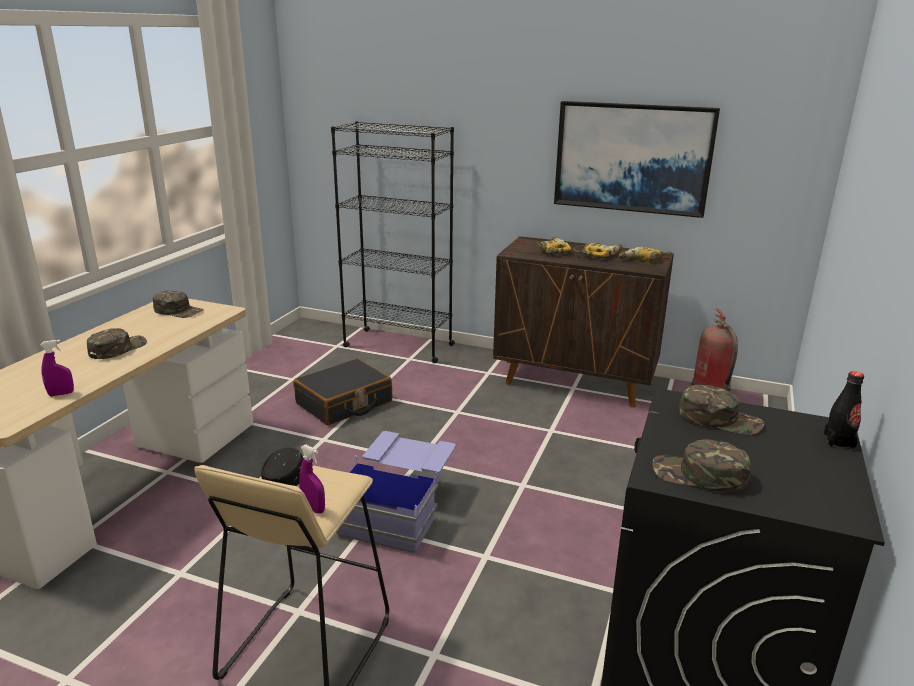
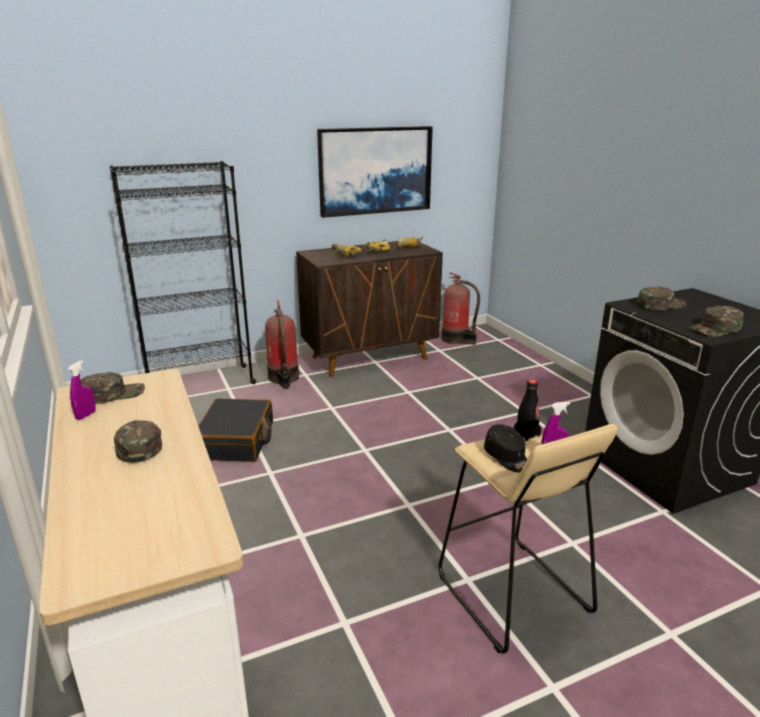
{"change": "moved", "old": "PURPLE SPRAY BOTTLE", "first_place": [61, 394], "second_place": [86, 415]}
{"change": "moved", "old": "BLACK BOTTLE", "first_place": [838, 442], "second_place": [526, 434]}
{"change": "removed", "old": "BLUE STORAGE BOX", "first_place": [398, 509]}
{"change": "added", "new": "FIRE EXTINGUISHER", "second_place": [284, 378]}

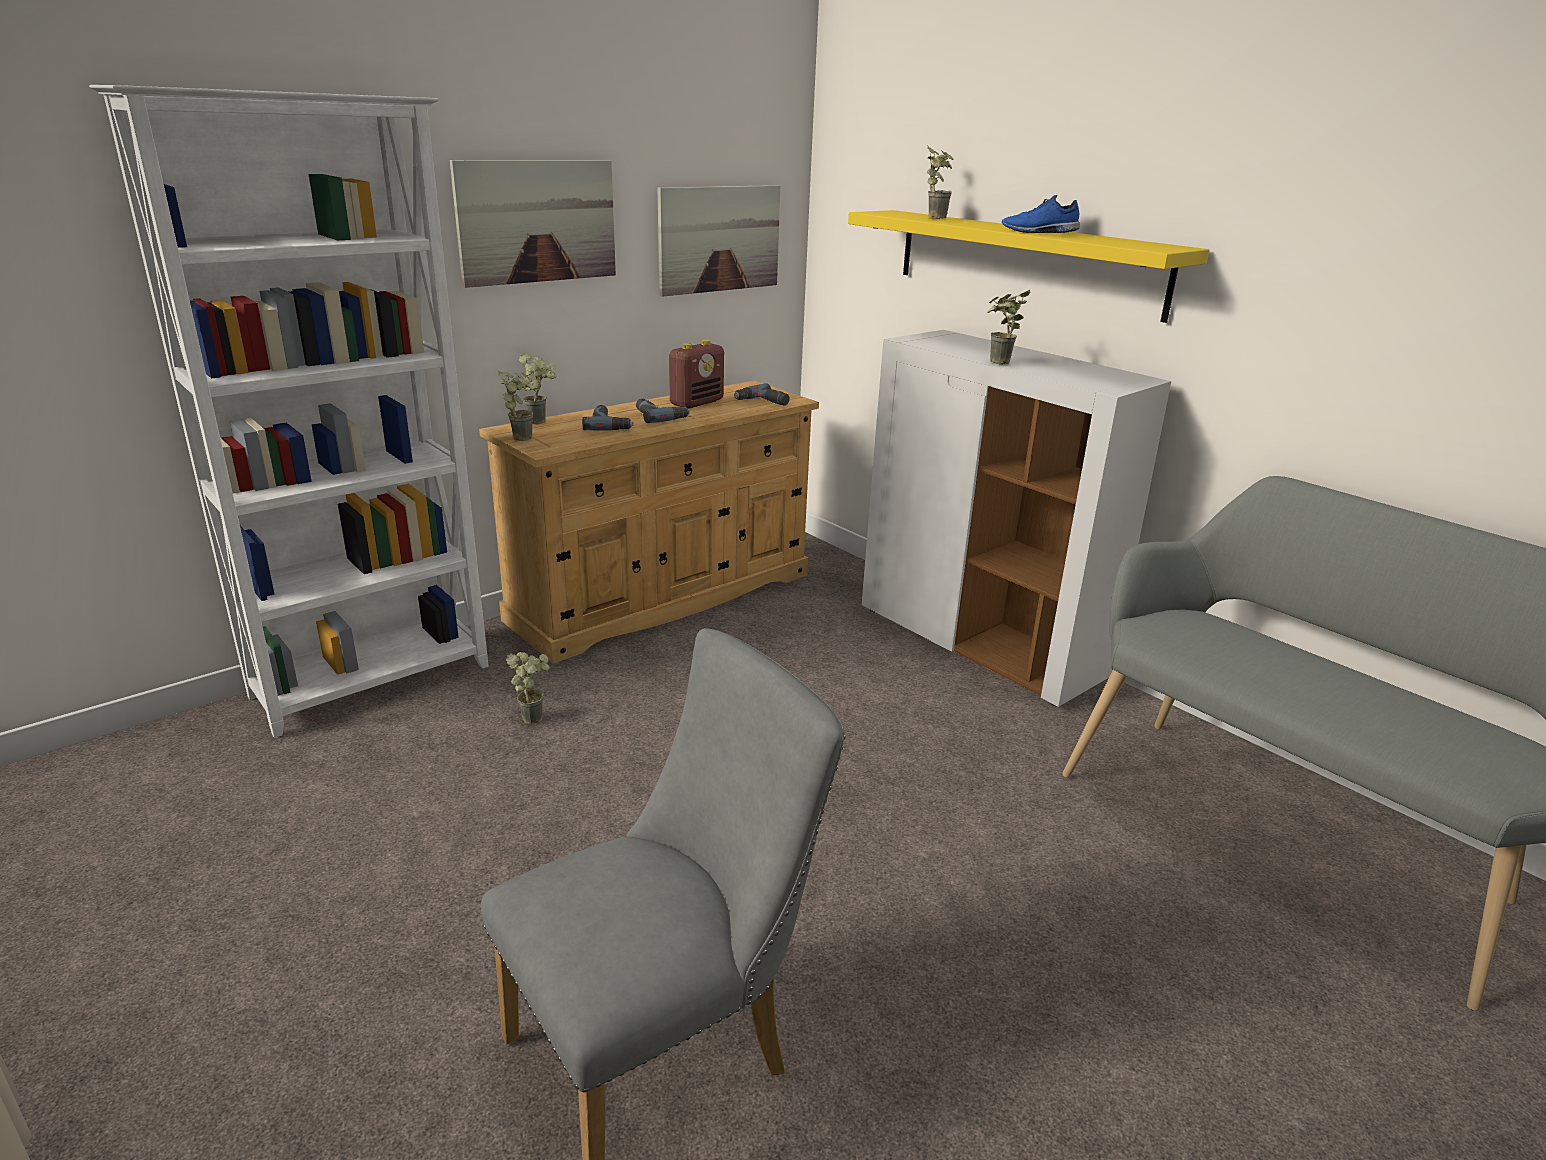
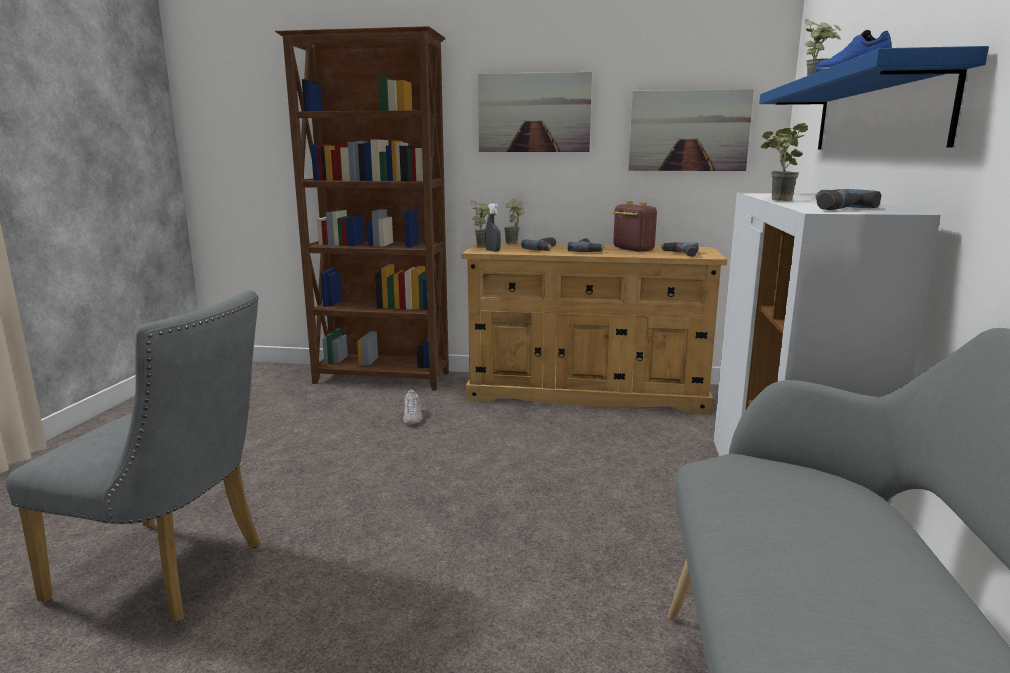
{"change": "recoloured", "old": "WHITE BOOKCASE", "new": "BROWN BOOKCASE", "first_place": [375, 681], "second_place": [382, 379]}
{"change": "recoloured", "old": "YELLOW SHELF", "new": "BLUE SHELF", "first_place": [1026, 262], "second_place": [875, 112]}
{"change": "turned", "old": "RADIO", "first_place": [697, 403], "second_place": [632, 249], "degrees": -120}
{"change": "replaced", "old": "POTTED PLANT", "new": "WHITE SHOE", "first_place": [534, 716], "second_place": [412, 417]}
{"change": "added", "new": "POWER DRILL", "second_place": [830, 208]}
{"change": "added", "new": "GREY SPRAY BOTTLE", "second_place": [493, 251]}

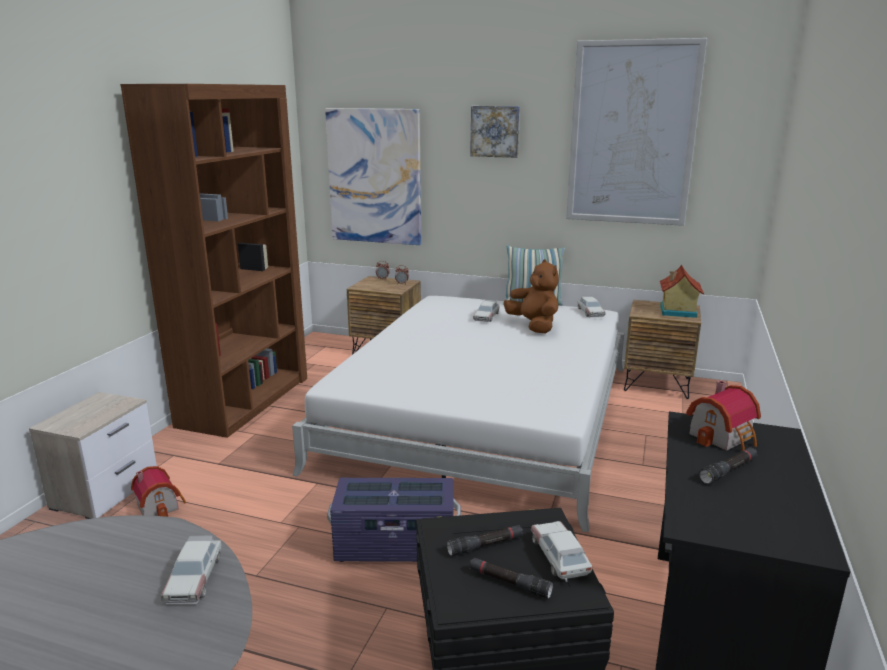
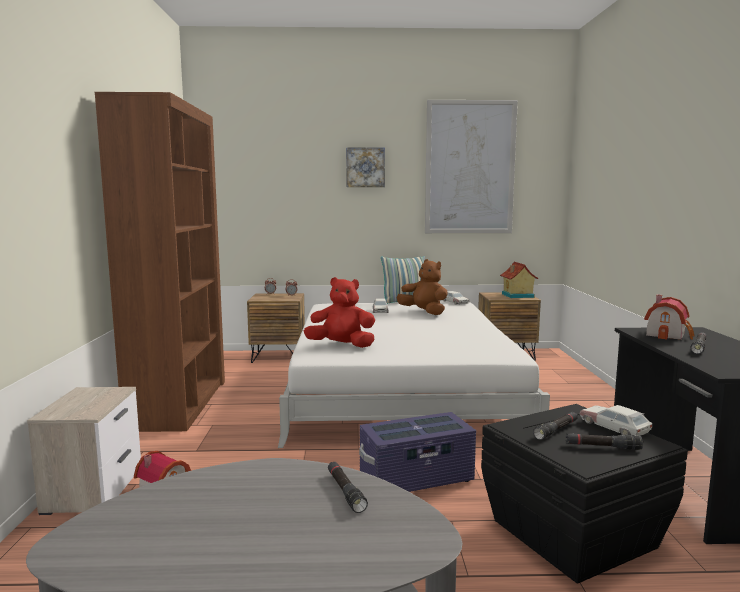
{"change": "removed", "old": "PICTURE", "first_place": [374, 177]}
{"change": "replaced", "old": "TOY CAR", "new": "BLACK FLASHLIGHT", "first_place": [194, 577], "second_place": [345, 492]}
{"change": "added", "new": "RED PLUSH TOY", "second_place": [342, 346]}

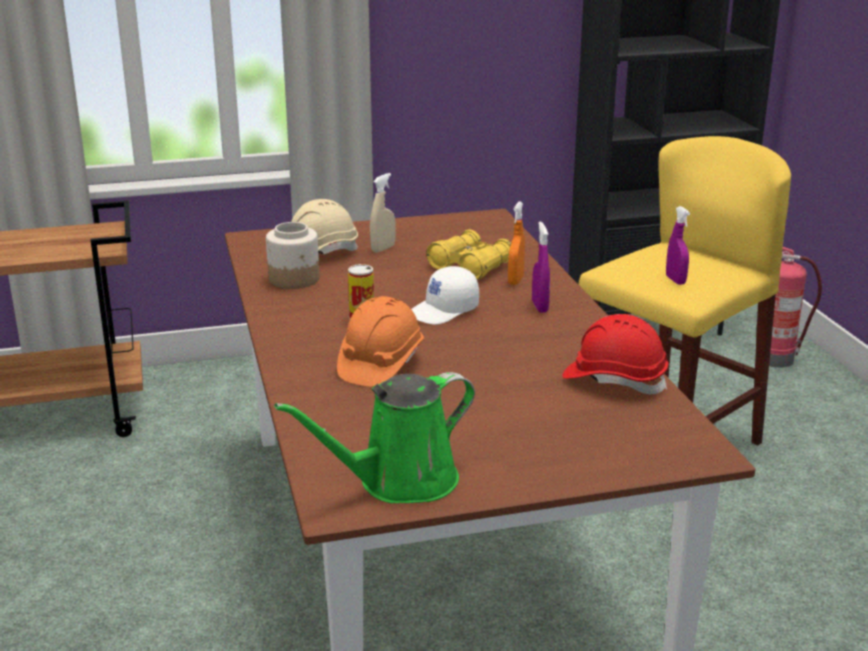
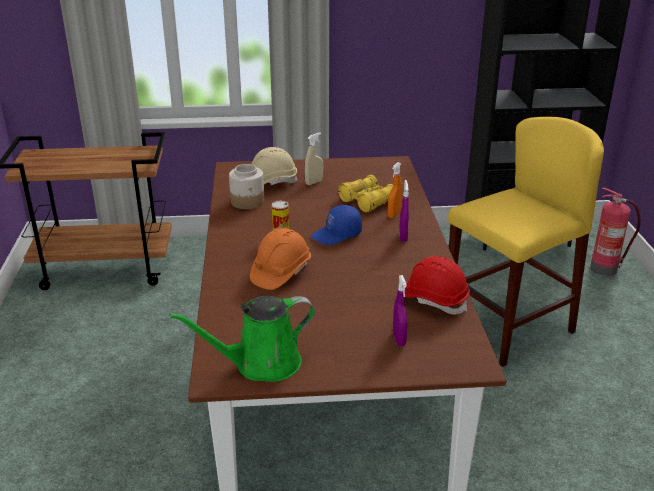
{"change": "moved", "old": "PURPLE SPRAY BOTTLE", "first_place": [675, 280], "second_place": [399, 339]}
{"change": "recoloured", "old": "WHITE CAP", "new": "BLUE CAP", "first_place": [444, 311], "second_place": [337, 235]}

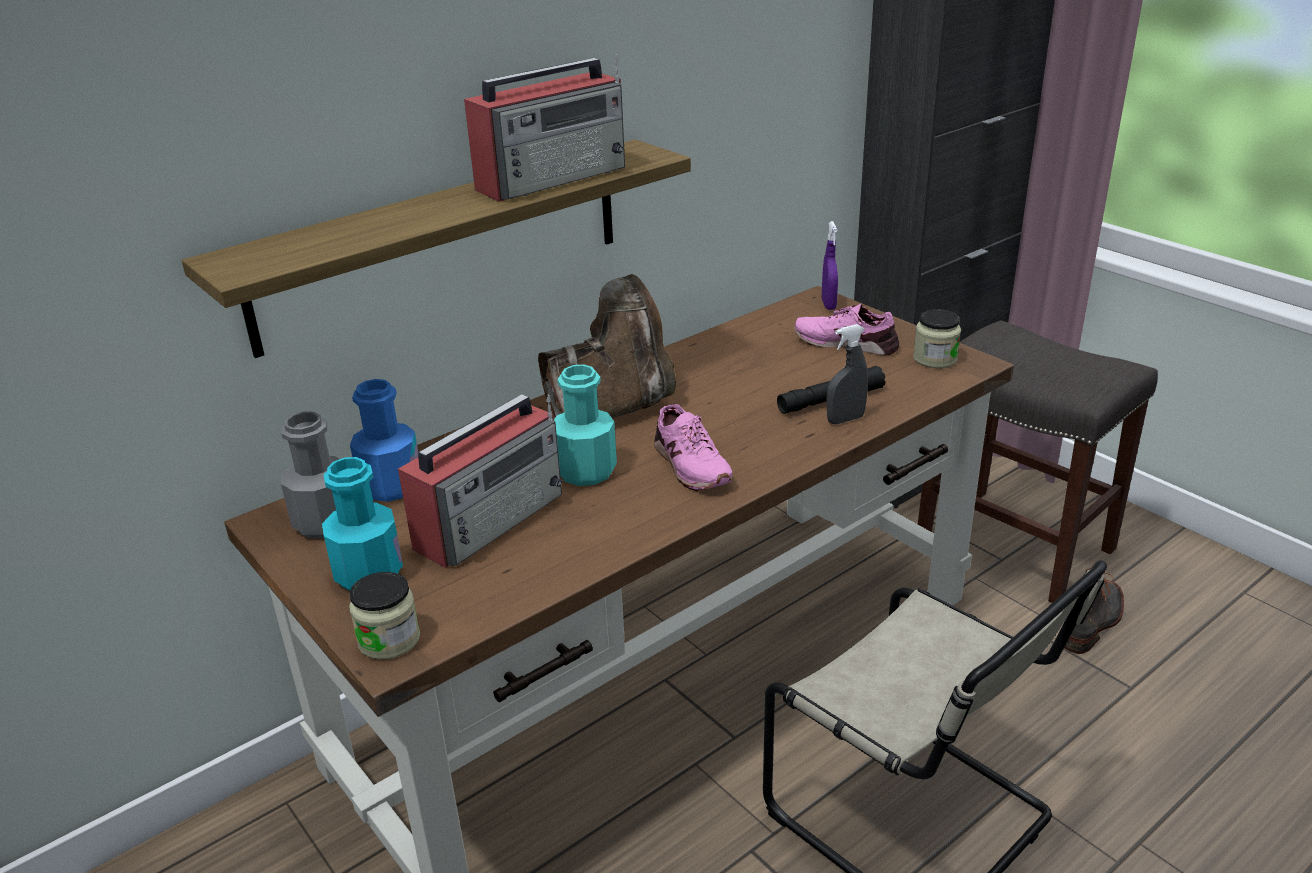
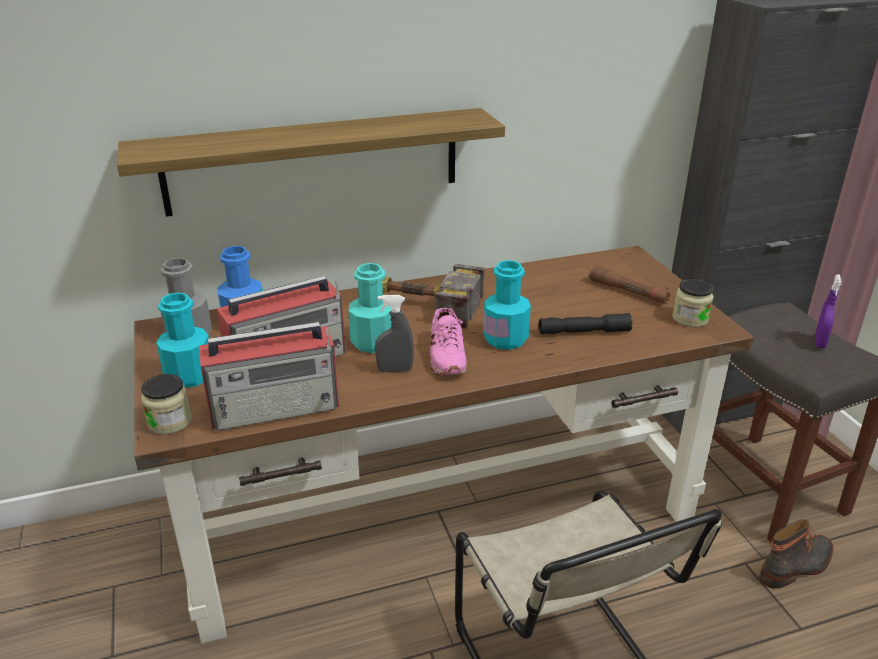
{"change": "moved", "old": "RADIO", "first_place": [554, 178], "second_place": [276, 407]}
{"change": "moved", "old": "PURPLE SPRAY BOTTLE", "first_place": [828, 304], "second_place": [819, 342]}
{"change": "replaced", "old": "BROWN BOOT", "new": "HAMMER", "first_place": [612, 410], "second_place": [422, 304]}
{"change": "replaced", "old": "PINK SHOE", "new": "BROWN FLASHLIGHT", "first_place": [846, 343], "second_place": [628, 292]}
{"change": "moved", "old": "GREY SPRAY BOTTLE", "first_place": [845, 419], "second_place": [395, 370]}
{"change": "added", "new": "TURQUOISE BOTTLE", "second_place": [505, 339]}

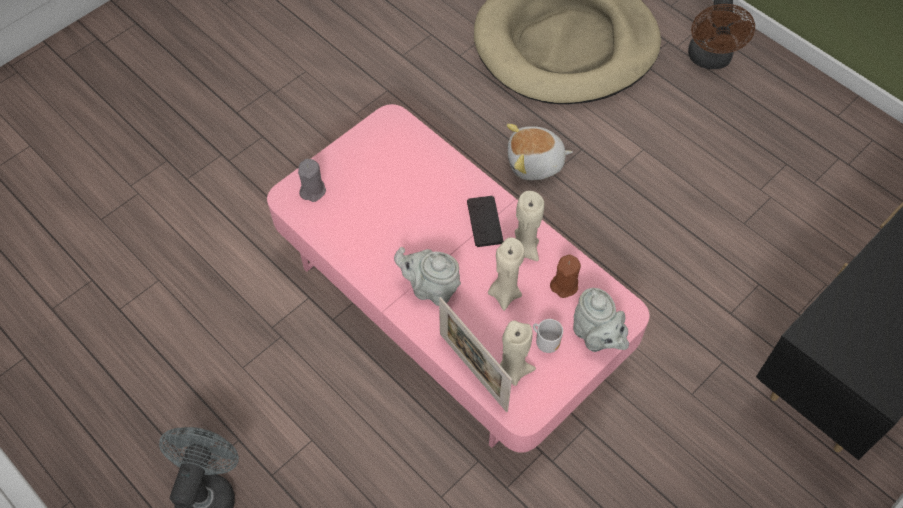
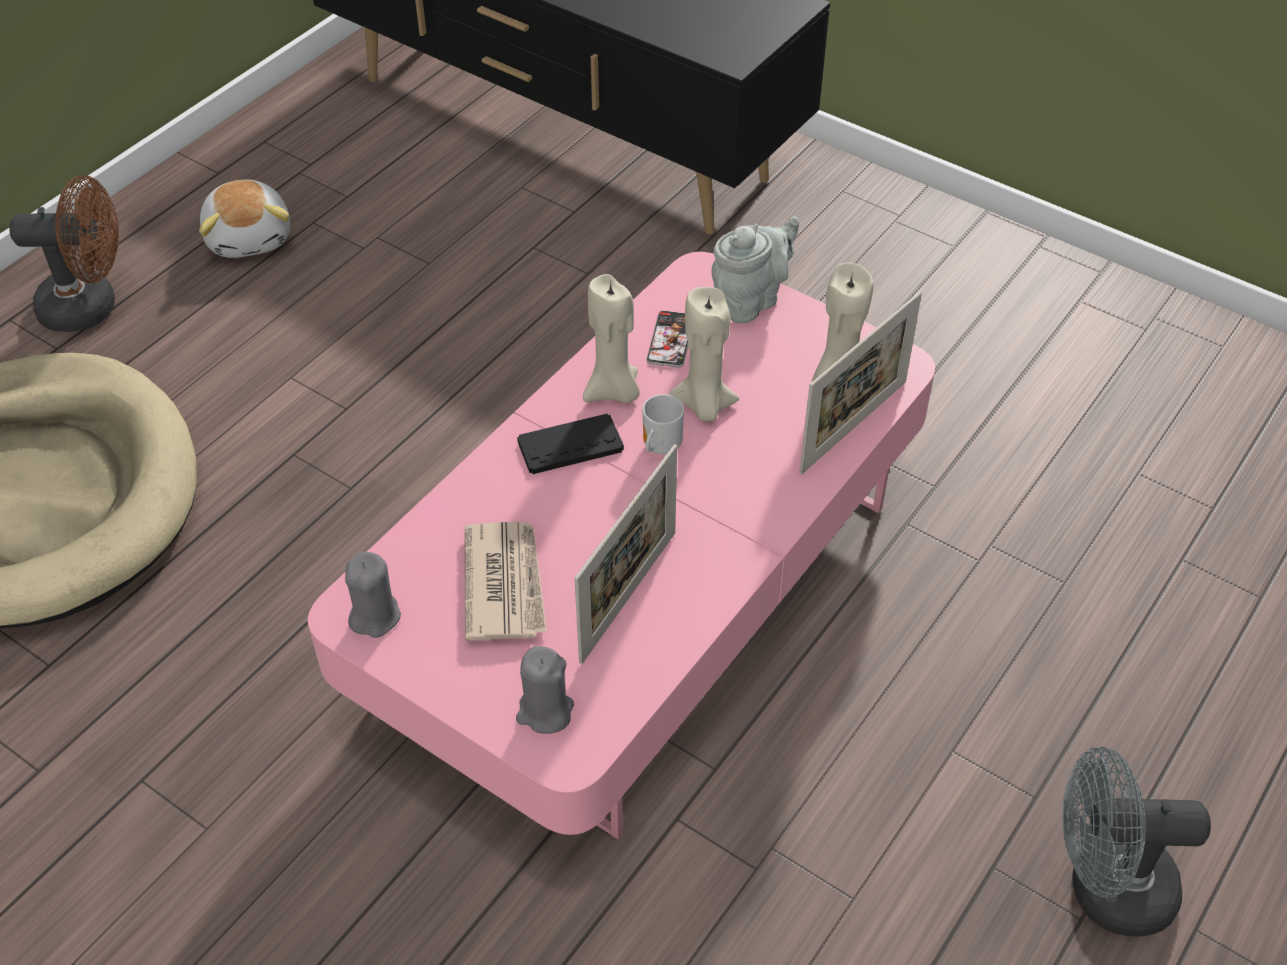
{"change": "moved", "old": "PLUSH TOY", "first_place": [535, 163], "second_place": [250, 237]}
{"change": "removed", "old": "GREY TEAPOT", "first_place": [431, 289]}
{"change": "replaced", "old": "BROWN CANDLE", "new": "PHONE", "first_place": [564, 285], "second_place": [670, 340]}
{"change": "moved", "old": "MUG", "first_place": [546, 343], "second_place": [659, 447]}
{"change": "added", "new": "PICTURE FRAME", "second_place": [628, 596]}
{"change": "added", "new": "NEWSPAPER", "second_place": [505, 583]}
{"change": "added", "new": "GREY CANDLE", "second_place": [375, 616]}

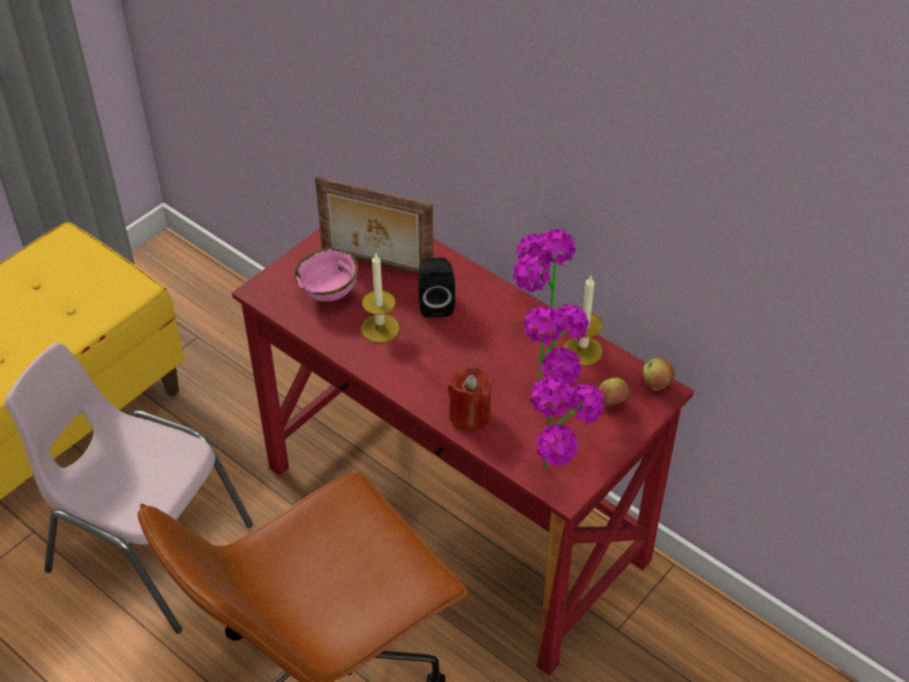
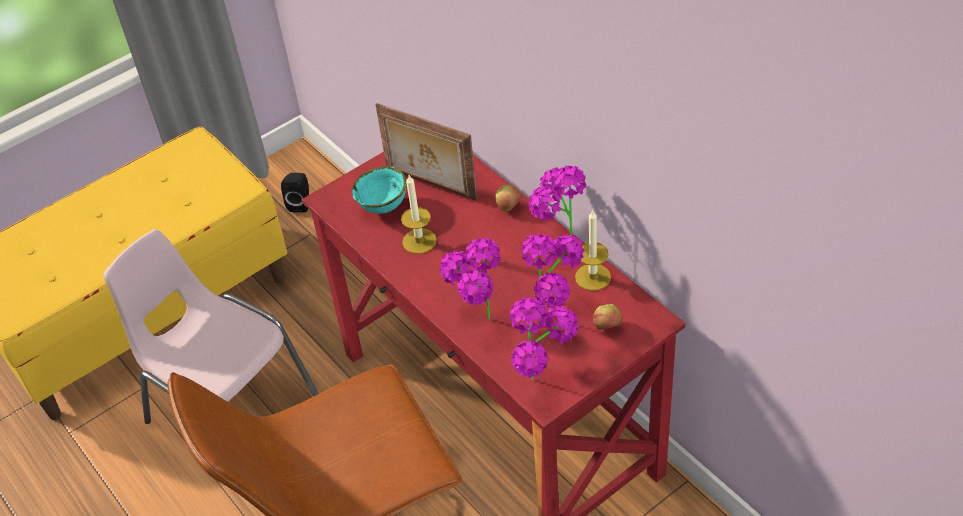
{"change": "recoloured", "old": "PINK BOWL", "new": "TURQUOISE BOWL", "first_place": [330, 295], "second_place": [384, 208]}
{"change": "moved", "old": "BLACK SPEAKER", "first_place": [436, 303], "second_place": [300, 203]}
{"change": "moved", "old": "APPLE", "first_place": [656, 384], "second_place": [509, 207]}
{"change": "replaced", "old": "RED CANDLE", "new": "POTTED PLANT", "first_place": [469, 415], "second_place": [477, 325]}

